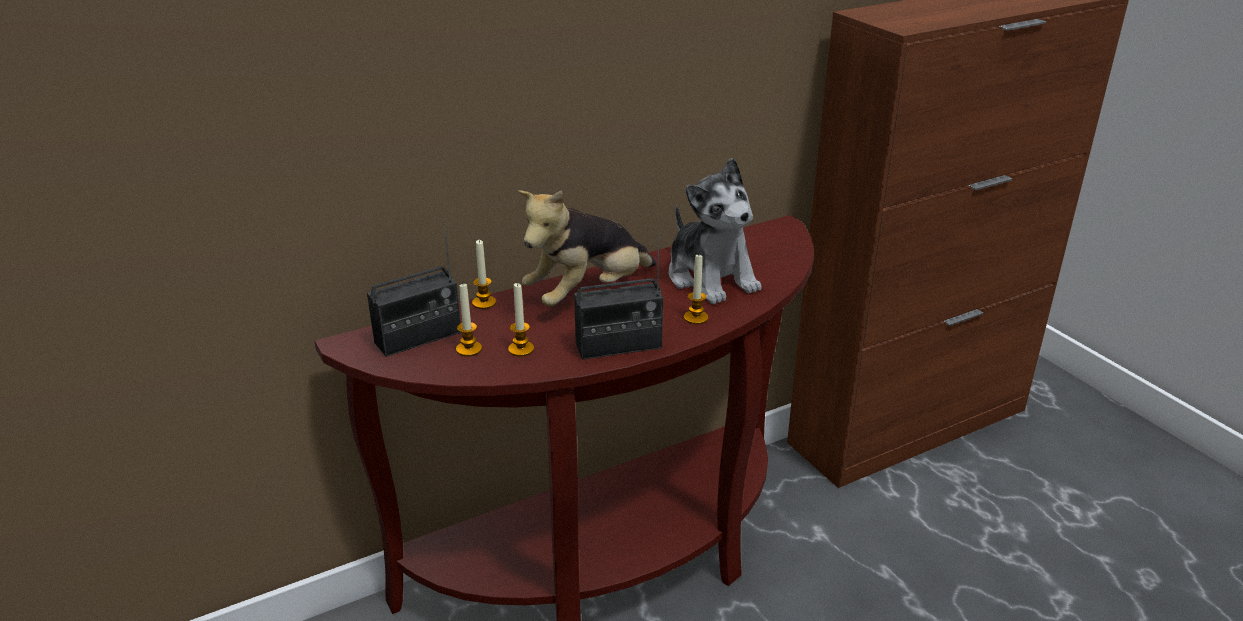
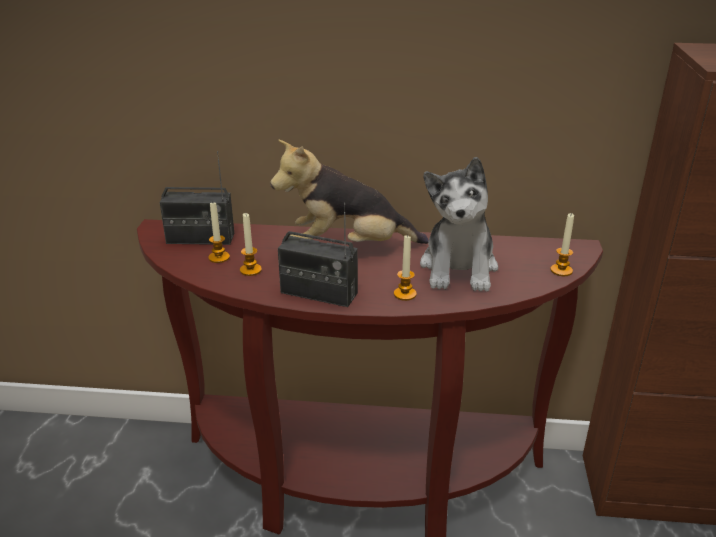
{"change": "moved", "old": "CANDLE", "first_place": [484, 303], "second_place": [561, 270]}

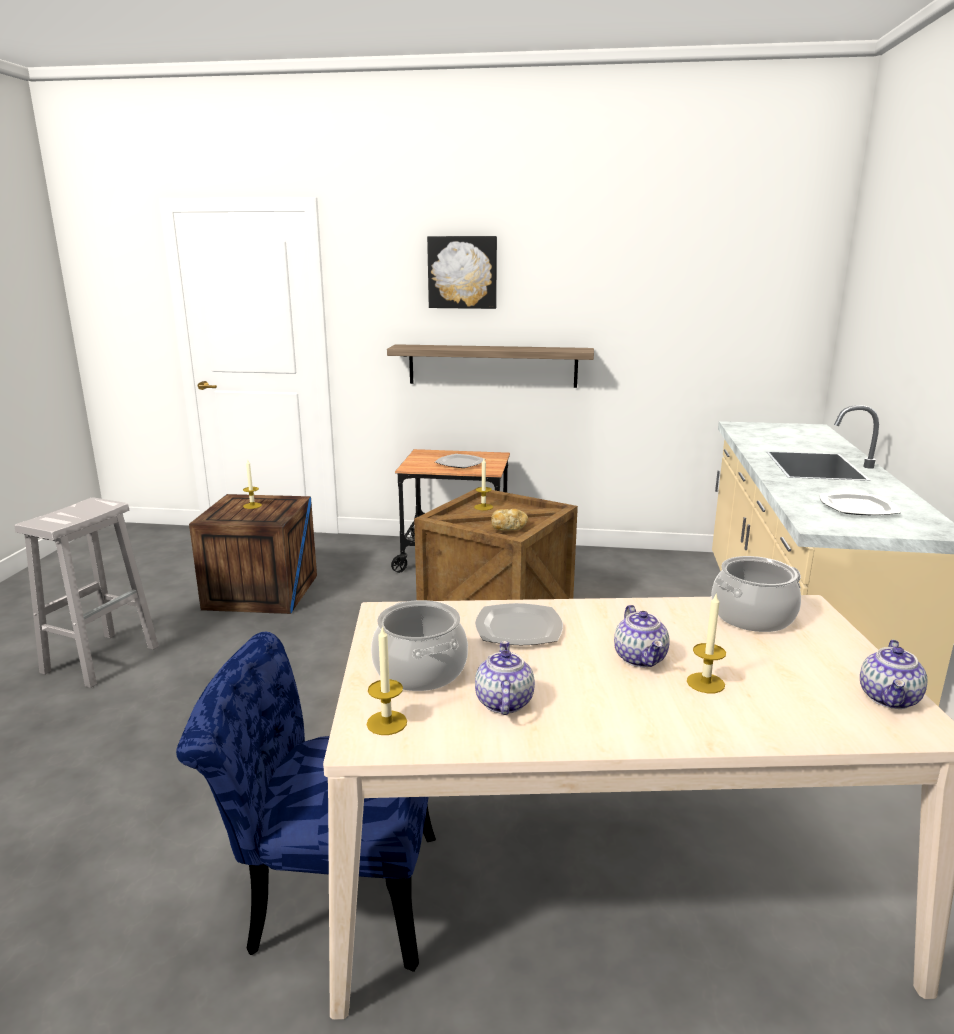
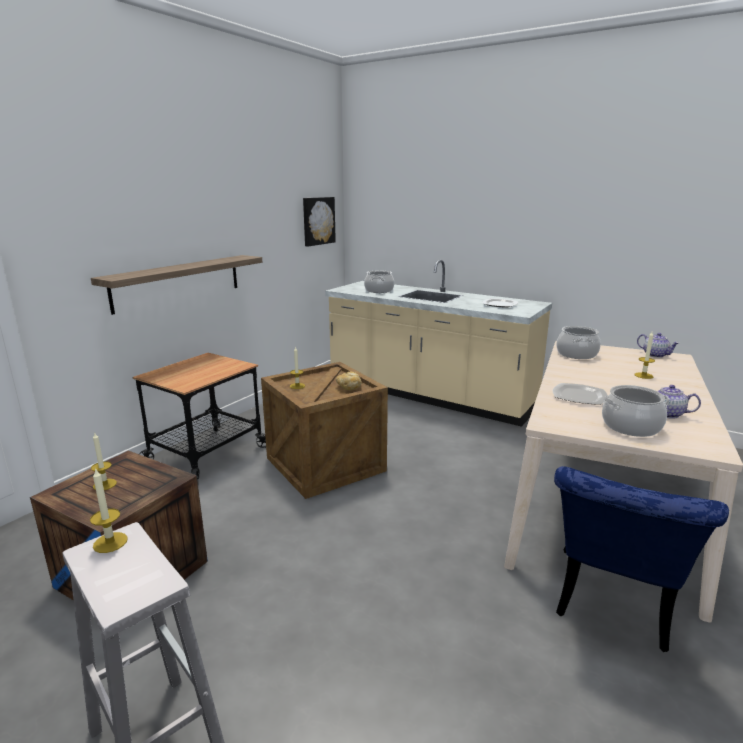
{"change": "moved", "old": "PICTURE", "first_place": [462, 272], "second_place": [318, 221]}
{"change": "removed", "old": "PLATE", "first_place": [460, 463]}
{"change": "removed", "old": "TEAPOT", "first_place": [641, 658]}
{"change": "moved", "old": "CANDLE", "first_place": [387, 723], "second_place": [110, 542]}
{"change": "added", "new": "COOKING POT", "second_place": [379, 290]}

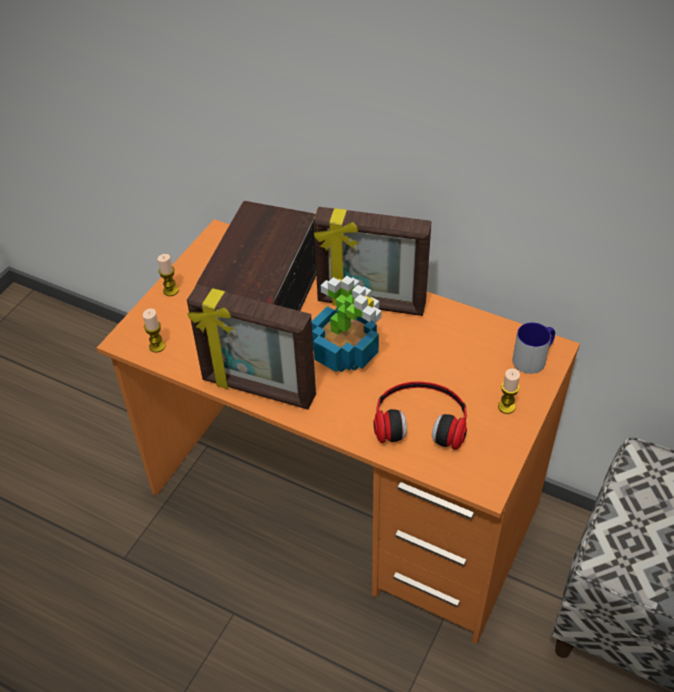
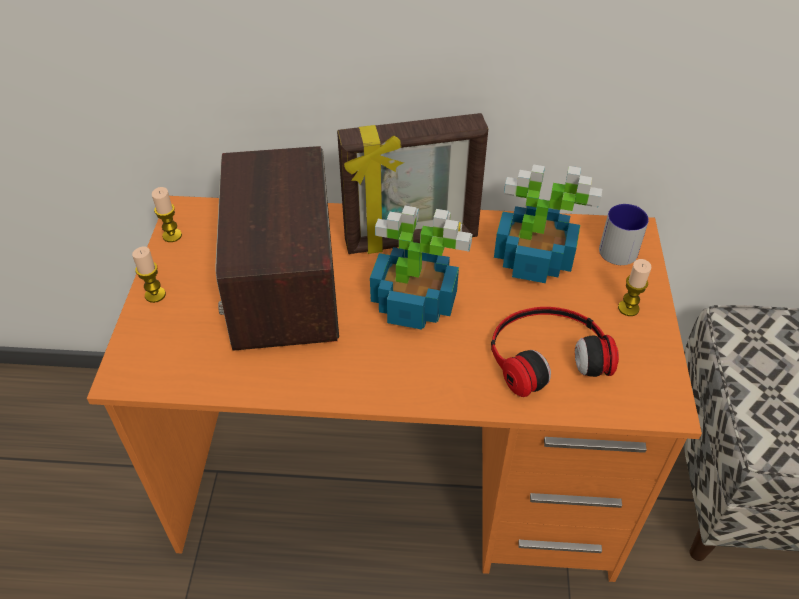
{"change": "removed", "old": "PICTURE FRAME", "first_place": [258, 389]}
{"change": "moved", "old": "CANDLE", "first_place": [157, 346], "second_place": [172, 235]}
{"change": "added", "new": "POTTED PLANT", "second_place": [532, 259]}

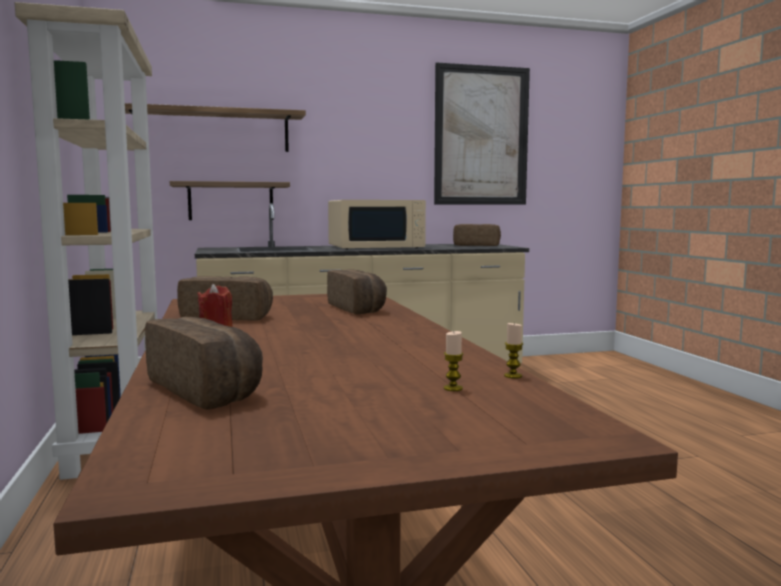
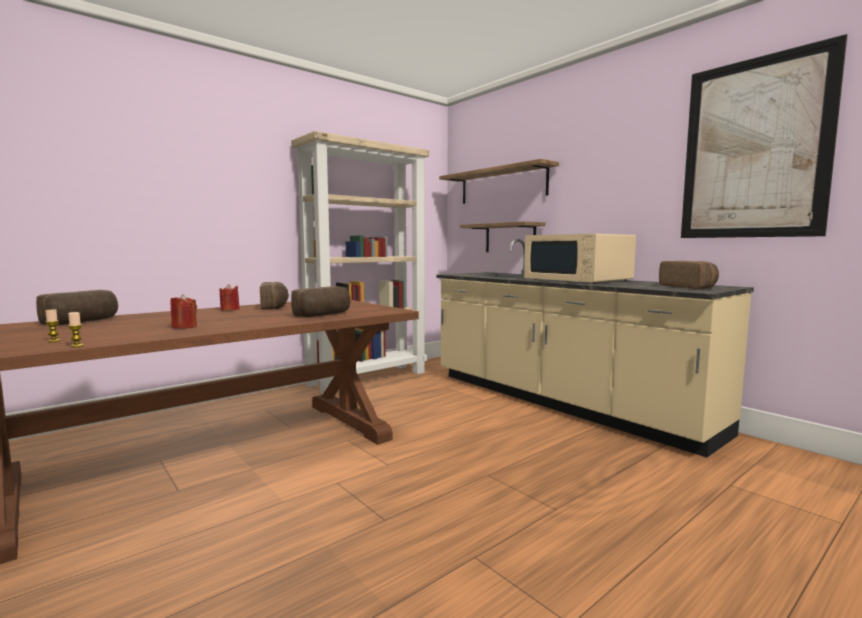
{"change": "added", "new": "RED CANDLE", "second_place": [184, 327]}

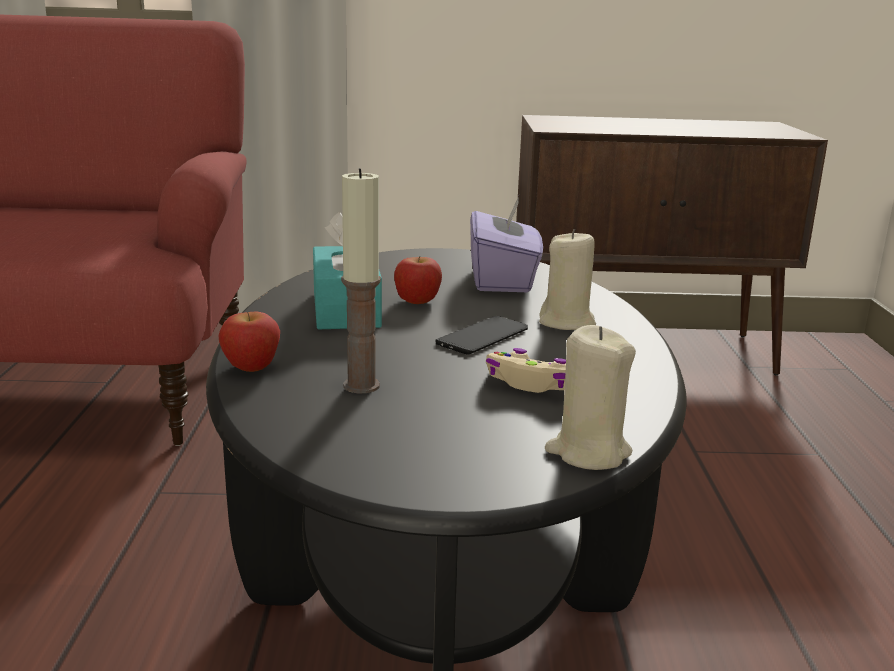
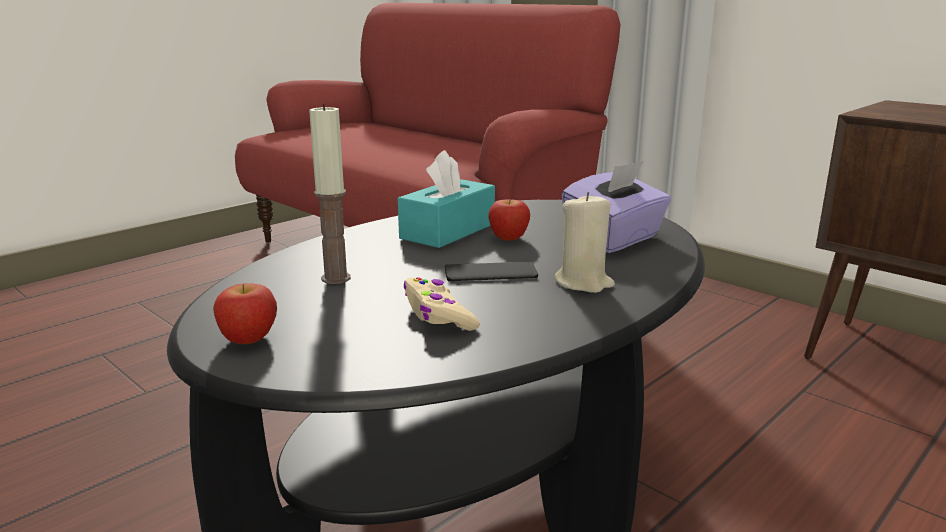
{"change": "moved", "old": "APPLE", "first_place": [251, 367], "second_place": [249, 338]}
{"change": "removed", "old": "BEIGE CANDLE", "first_place": [588, 452]}

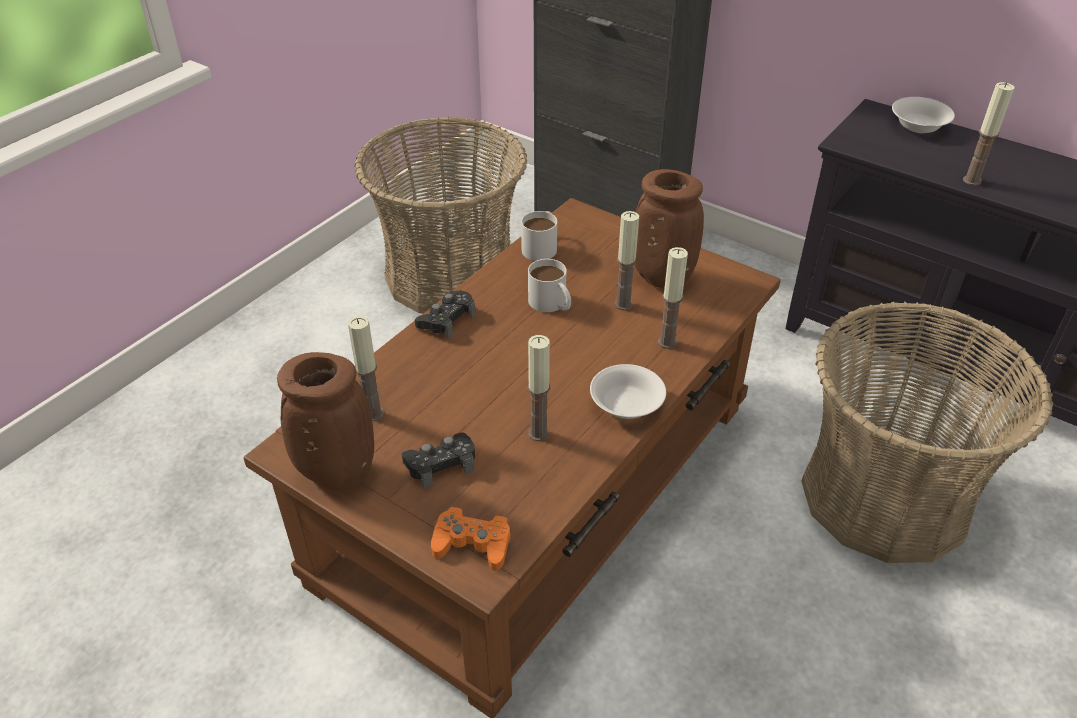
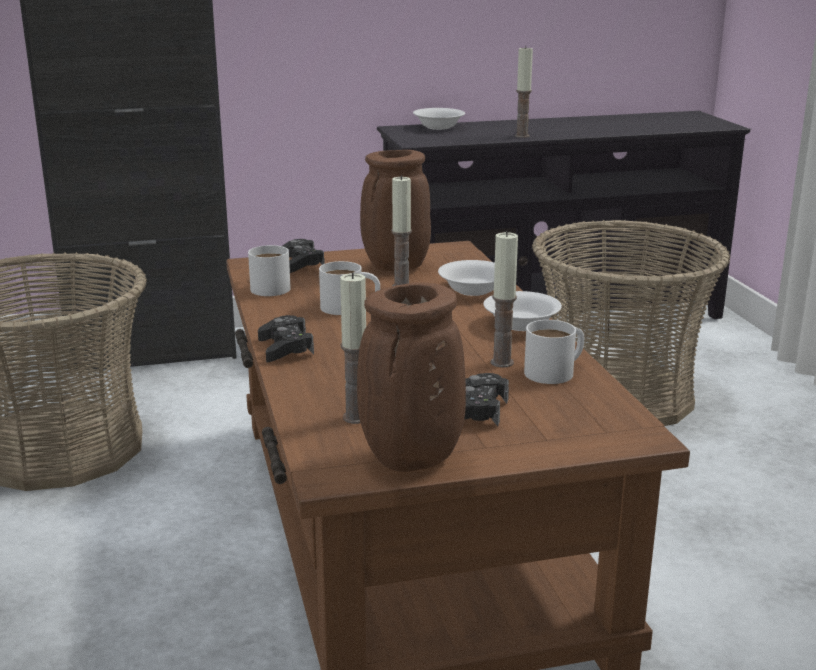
{"change": "replaced", "old": "CANDLE", "new": "WHITE BOWL", "first_place": [667, 342], "second_place": [474, 290]}
{"change": "removed", "old": "ORANGE GAME CONTROLLER", "first_place": [472, 544]}
{"change": "added", "new": "BLACK GAME CONTROLLER", "second_place": [300, 264]}
{"change": "added", "new": "WHITE MUG", "second_place": [556, 371]}

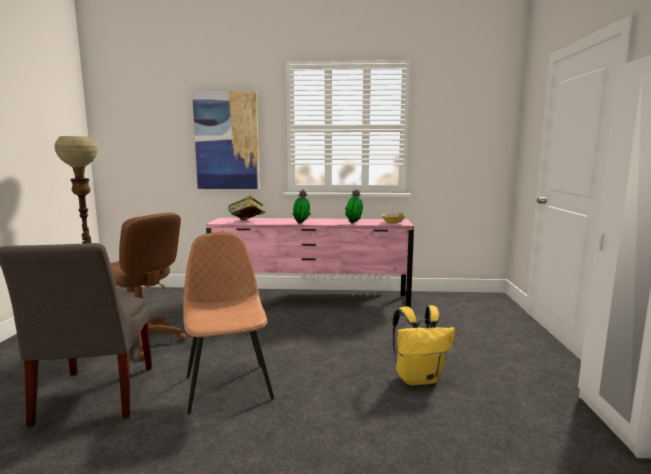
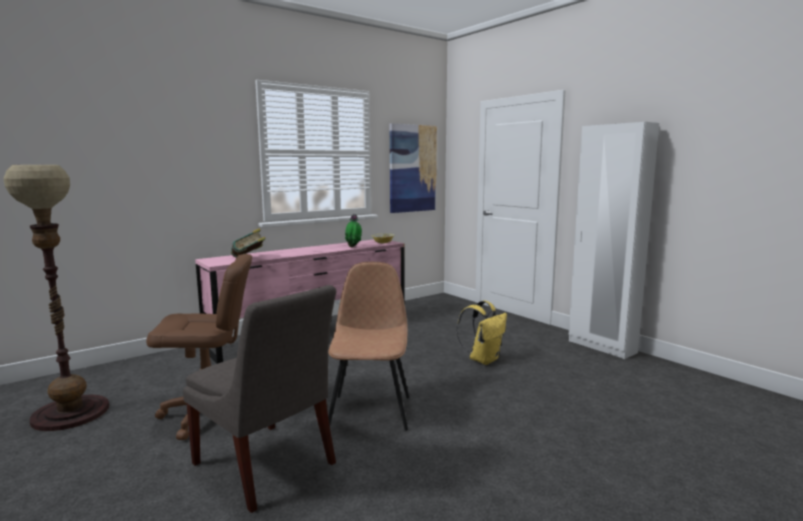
{"change": "moved", "old": "PICTURE", "first_place": [227, 141], "second_place": [412, 168]}
{"change": "removed", "old": "POTTED PLANT", "first_place": [301, 223]}
{"change": "turned", "old": "BROWN CHAIR", "first_place": [228, 386], "second_place": [370, 411], "degrees": 60}

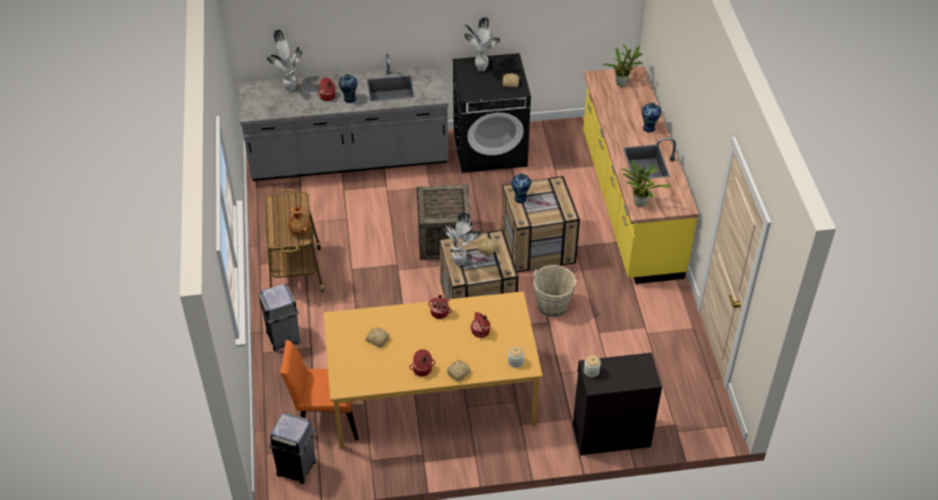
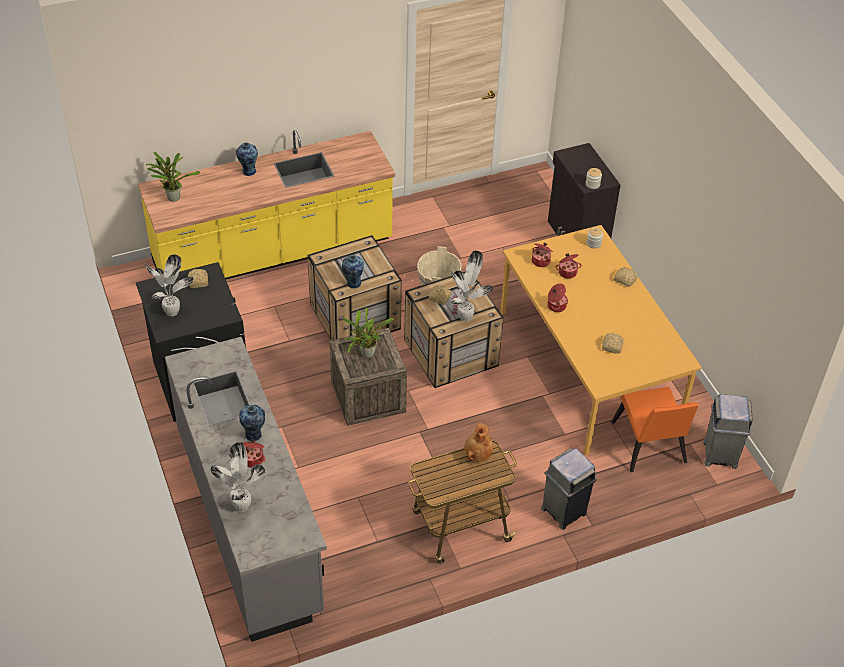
{"change": "moved", "old": "POTTED PLANT", "first_place": [639, 202], "second_place": [365, 354]}
{"change": "moved", "old": "COOKING POT", "first_place": [422, 370], "second_place": [541, 261]}

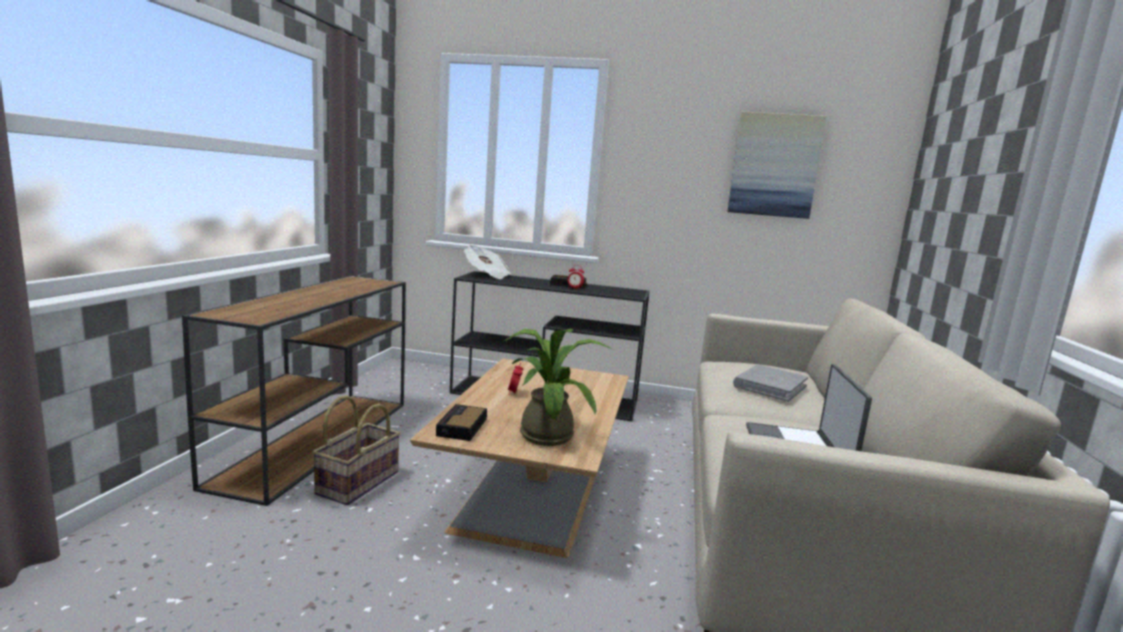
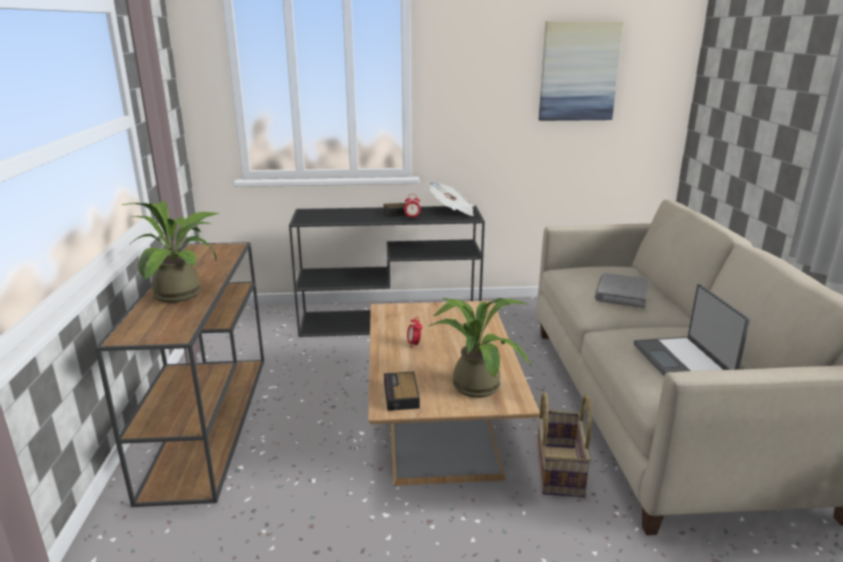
{"change": "moved", "old": "NEWSPAPER", "first_place": [487, 275], "second_place": [452, 211]}
{"change": "moved", "old": "BASKET", "first_place": [357, 482], "second_place": [558, 470]}
{"change": "added", "new": "POTTED PLANT", "second_place": [184, 293]}

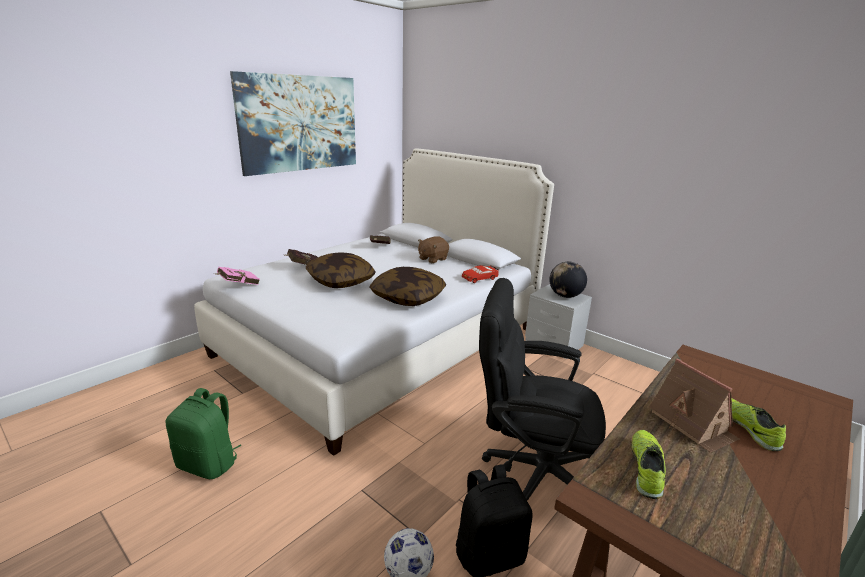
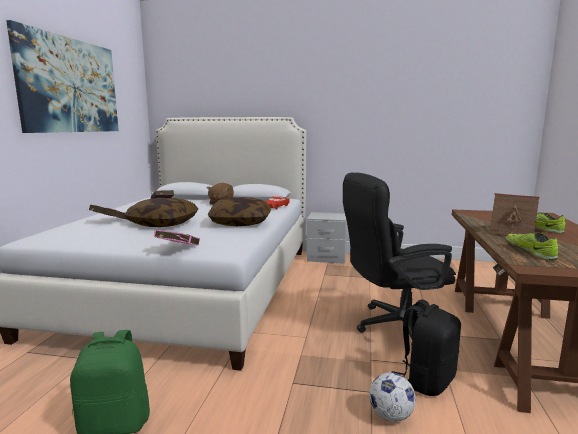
{"change": "removed", "old": "GLOBE", "first_place": [565, 296]}
{"change": "moved", "old": "PINK BOOK", "first_place": [237, 285], "second_place": [176, 249]}

